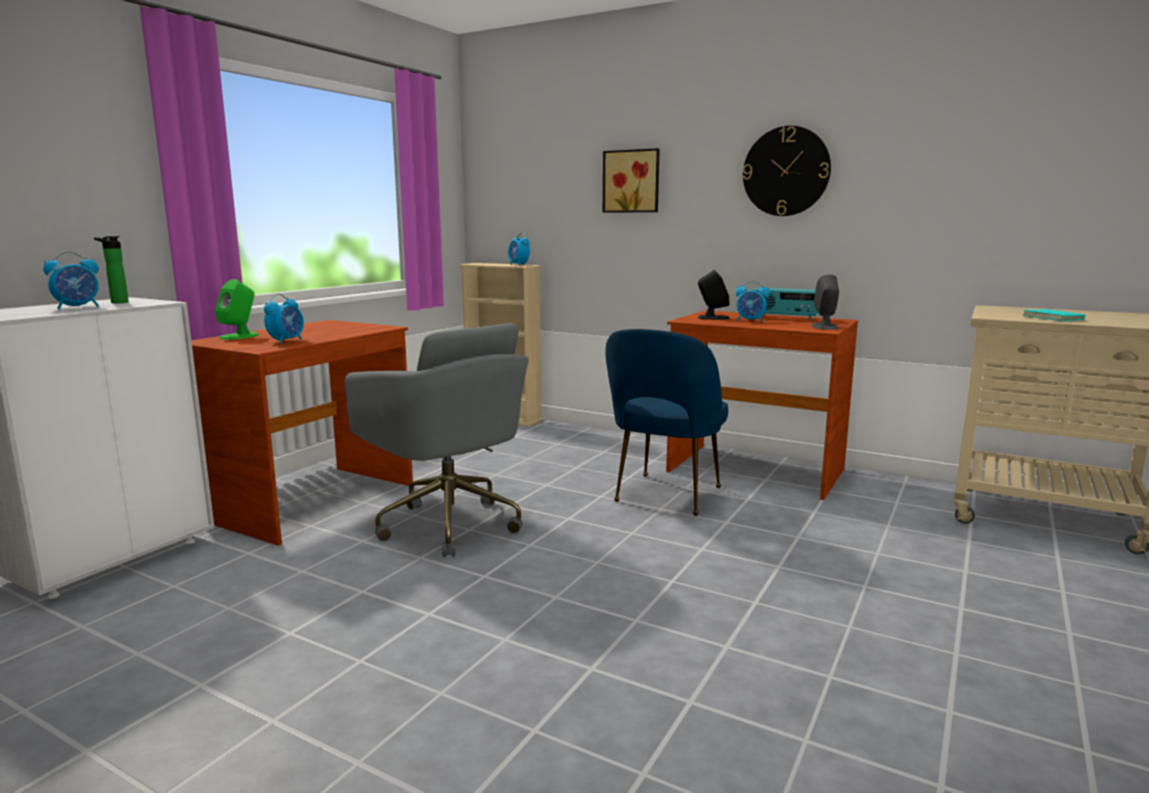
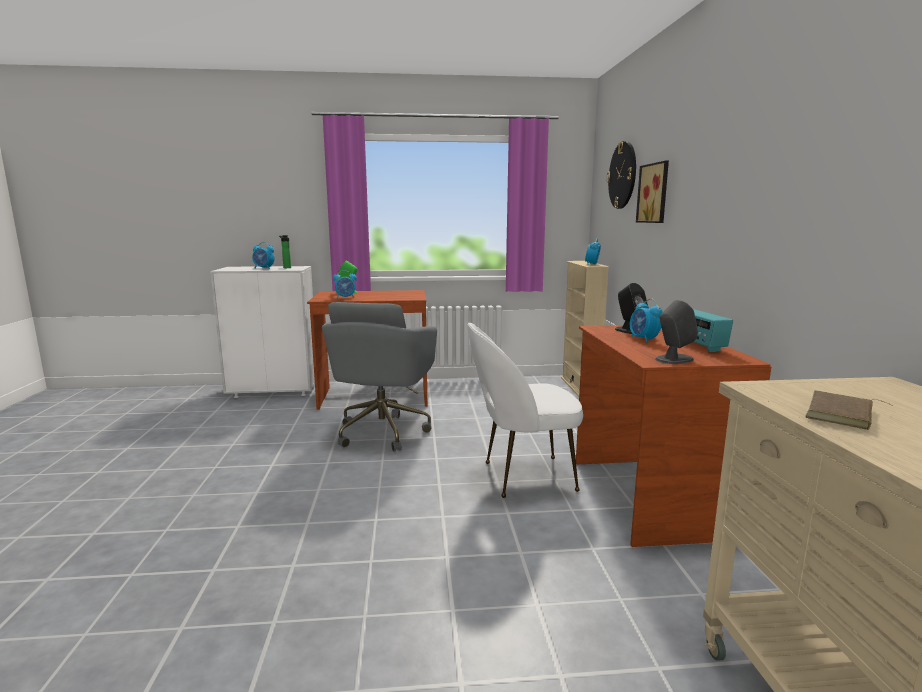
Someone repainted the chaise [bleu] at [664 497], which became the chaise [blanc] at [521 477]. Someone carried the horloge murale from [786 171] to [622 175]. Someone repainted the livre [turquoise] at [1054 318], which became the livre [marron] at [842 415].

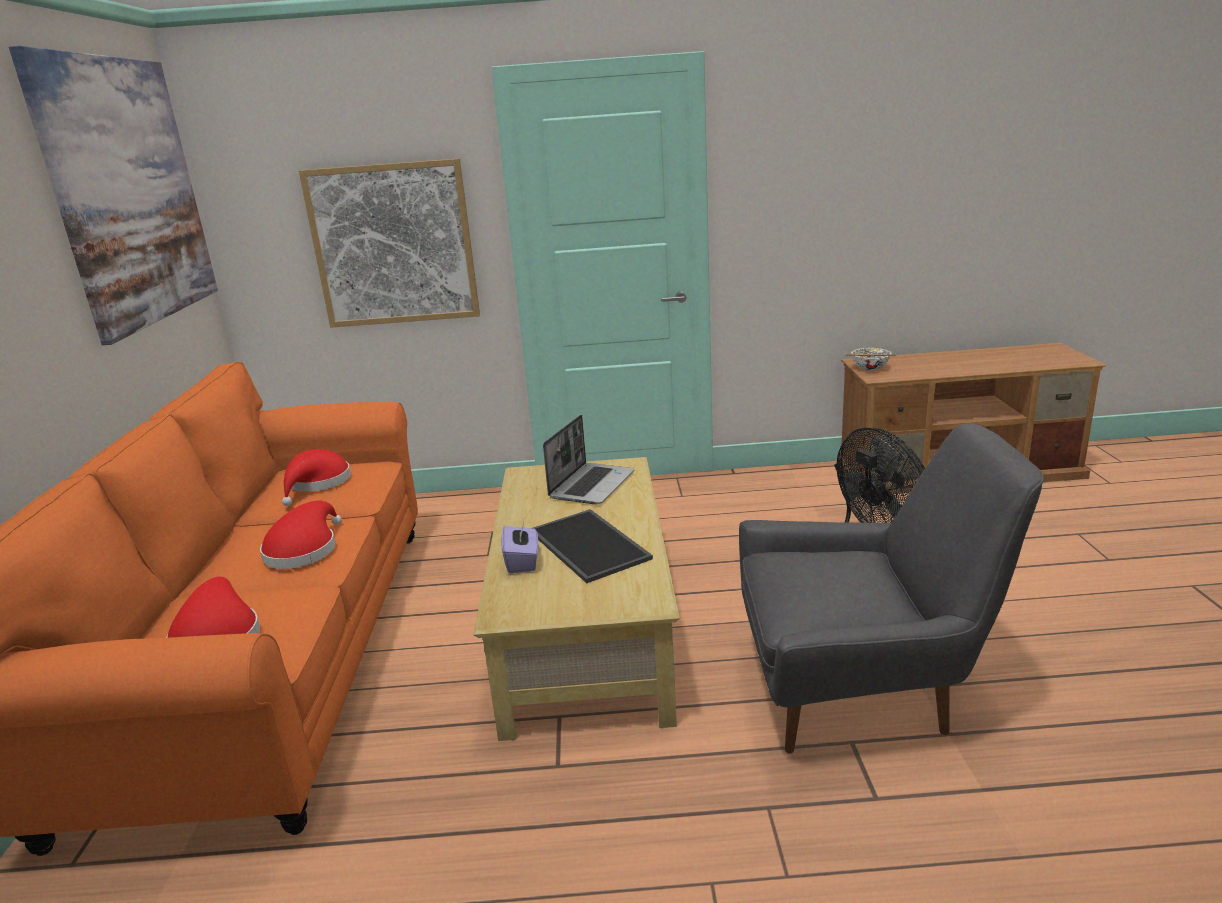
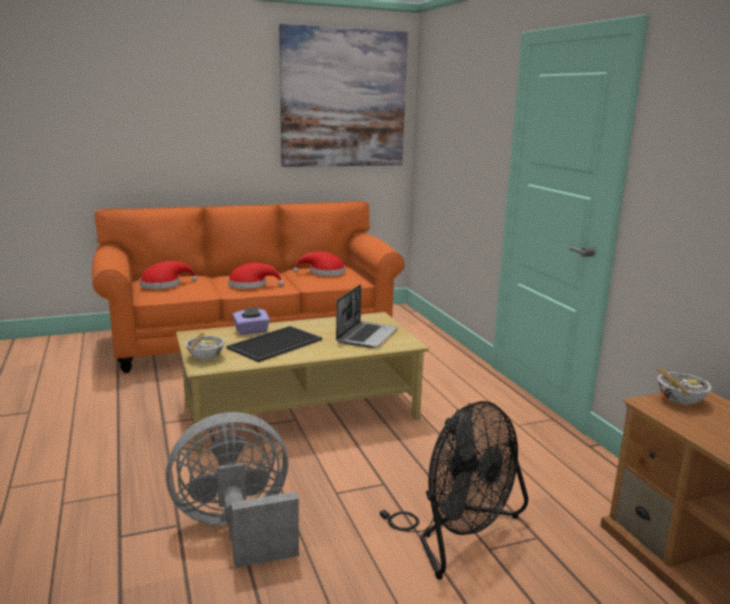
Someone took away the tableau at [393 245]. Someone rotated the ordinateur portable at [591 485] by 75 degrees counterclockwise. Someone swapped the fauteuil [gris] at [860 692] for the ventilateur [gris] at [237 529]. Someone put down the bol at [205 357].

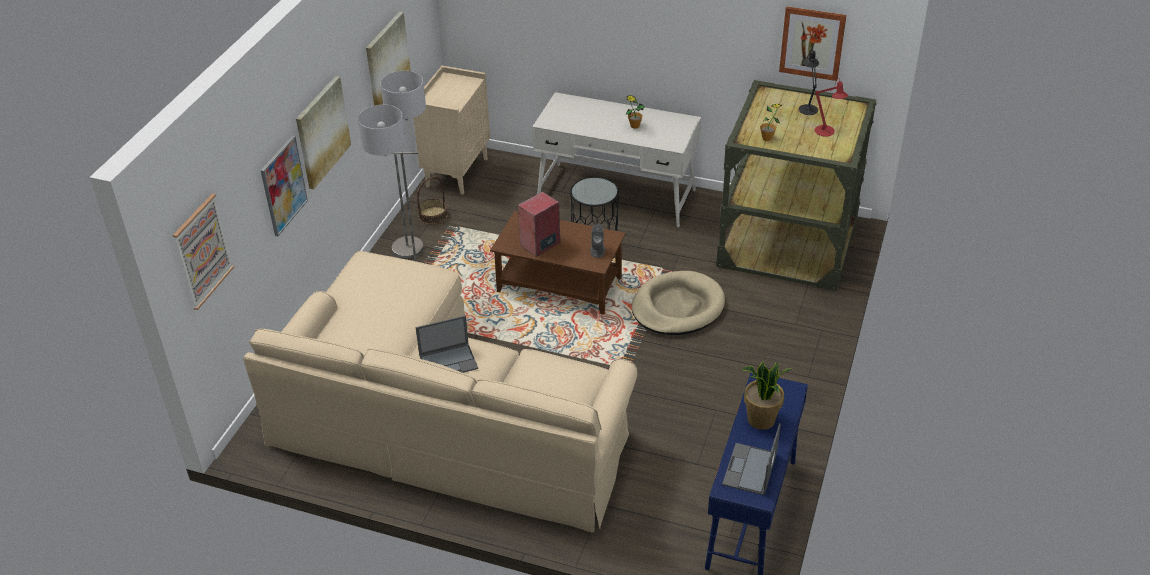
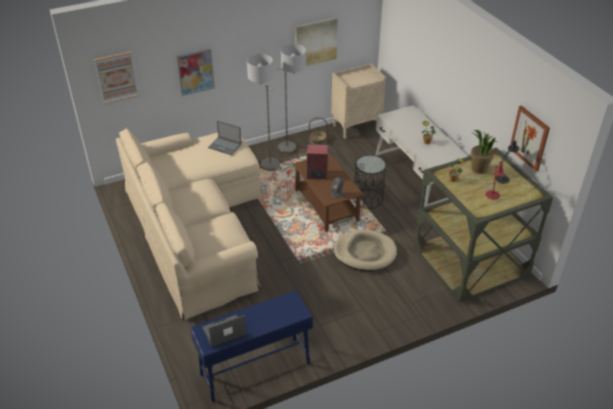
Someone took away the tableau at [322 132]. Someone carried the ordinateur portable from [449 362] to [225 146]. Someone carried the plante en pot from [761 420] to [478 169].

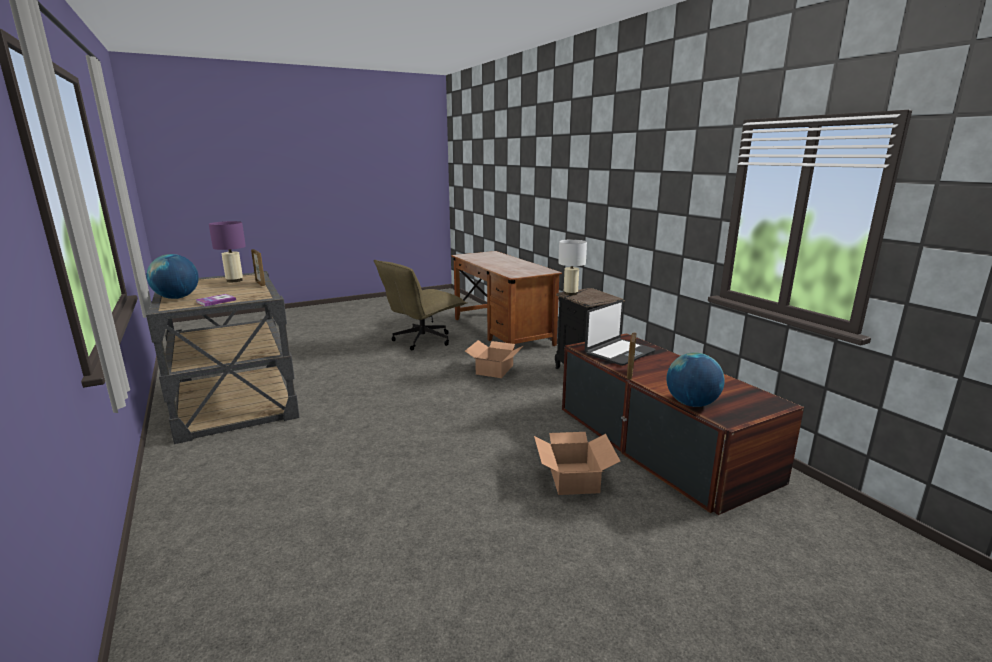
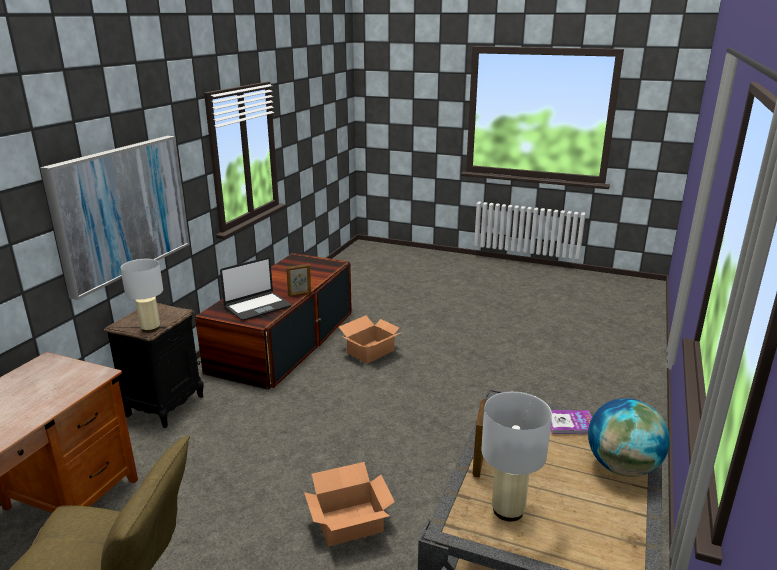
Someone repainted the lampe de table [violet] at [235 280], which became the lampe de table [blanc] at [507 511]. Someone carried the carton from [495 369] to [348 523]. Someone rotated the ordinateur portable at [619 352] by 135 degrees clockwise. Someone took away the globe at [691 404]. Someone put up the tableau at [121 211].

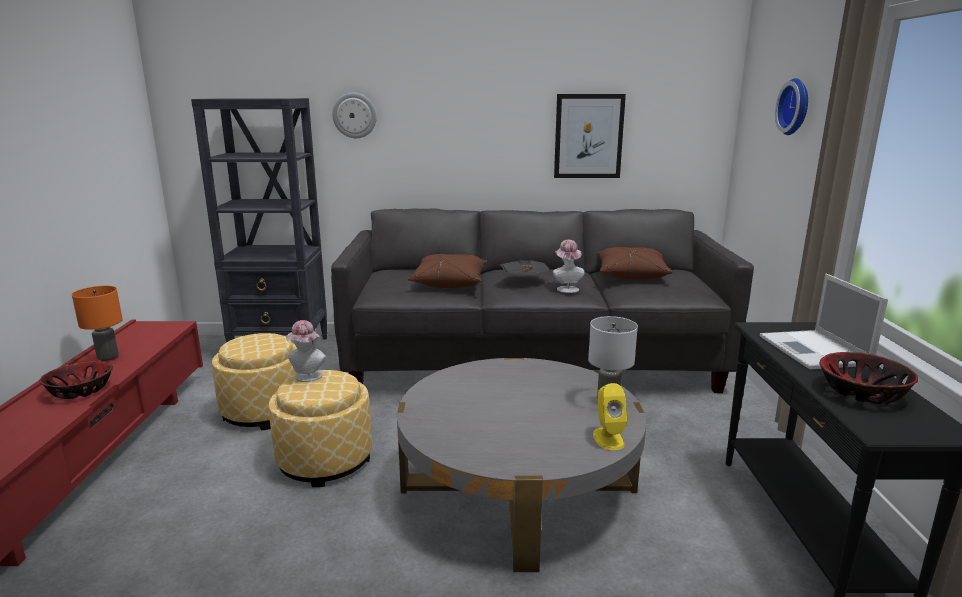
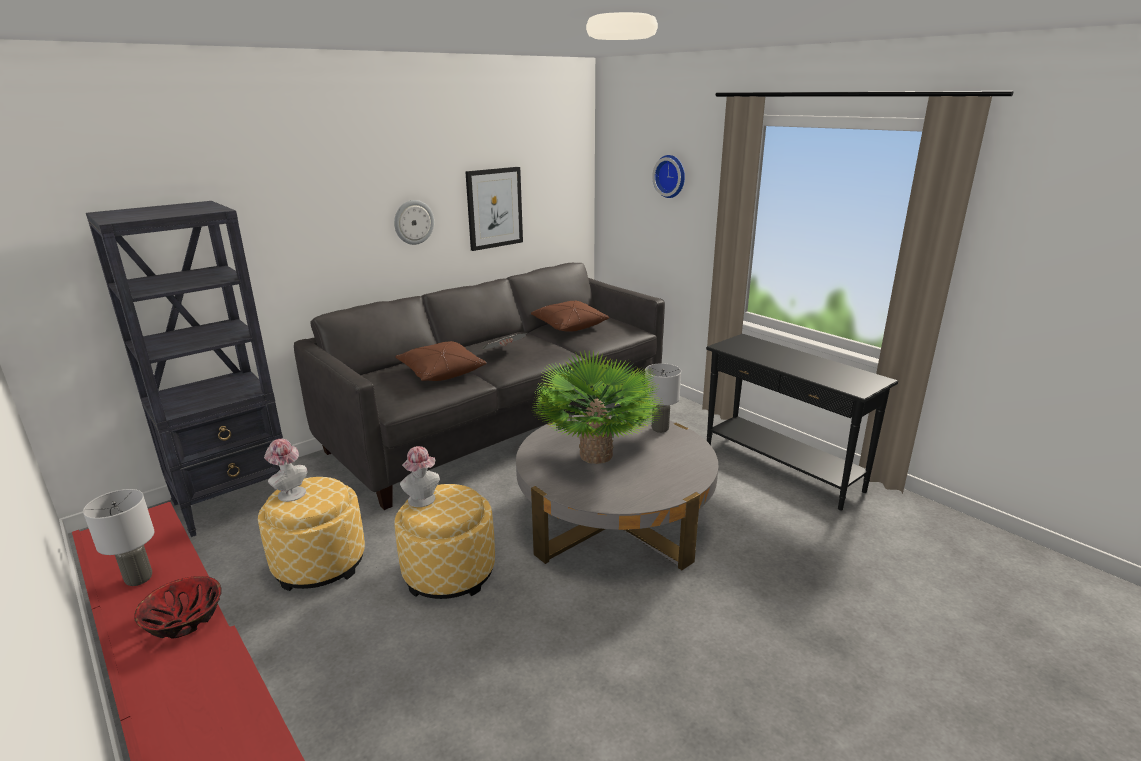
Someone repainted the lampe de table [orange] at [109 358], which became the lampe de table [blanc] at [141 578]. Someone carried the horloge murale from [354 115] to [413 222]. Someone carried the chapeau from [566 288] to [289 492]. Someone took away the enceinte [jaune] at [608 438]. Someone took away the ordinateur portable at [815 351]. Someone took away the bol at [862 392]. Someone put down the plante en pot at [596 455].

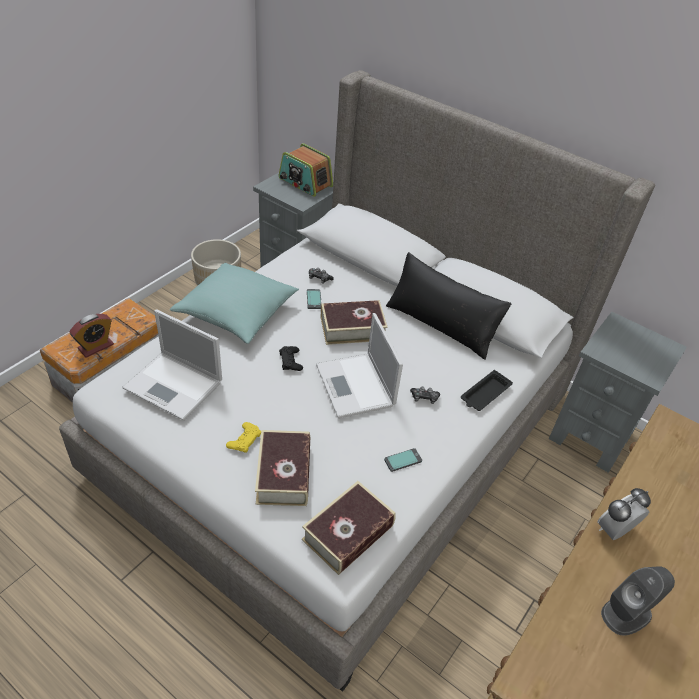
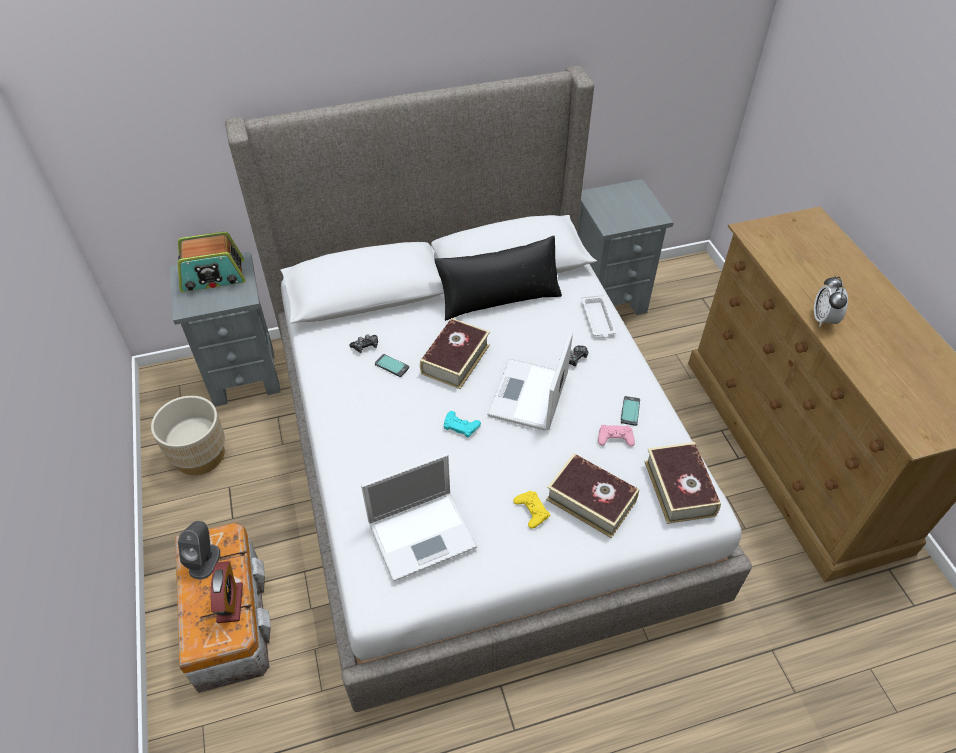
Someone took away the coussin [turquoise] at [236 313]. Someone repainted the manette [noir] at [290 361], which became the manette [turquoise] at [461 426]. Someone rotated the ordinateur portable at [355 386] by 90 degrees clockwise. Someone repainted the plateau [noir] at [484 394], which became the plateau [blanc] at [598 319]. Someone carried the enceinte [gris] from [627 613] to [204 560]. Someone put down the manette [rose] at [615 438].

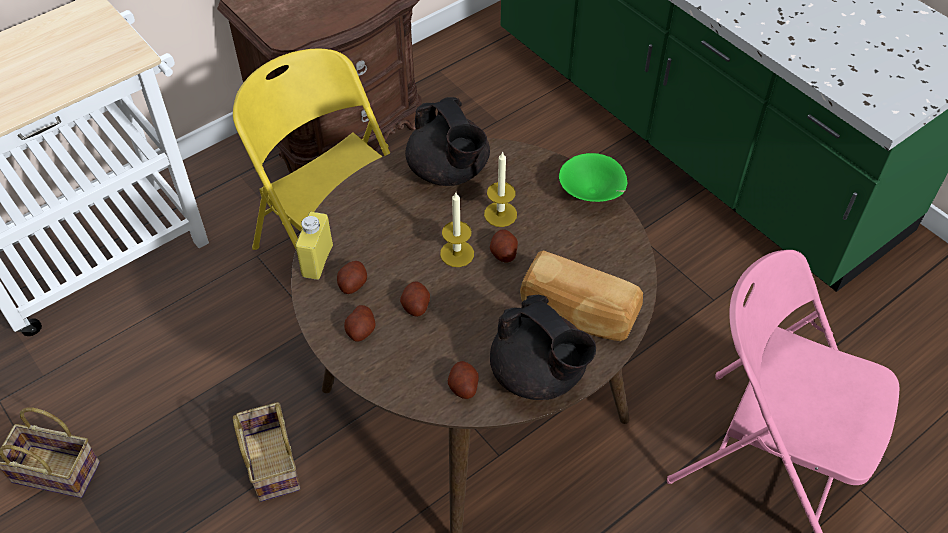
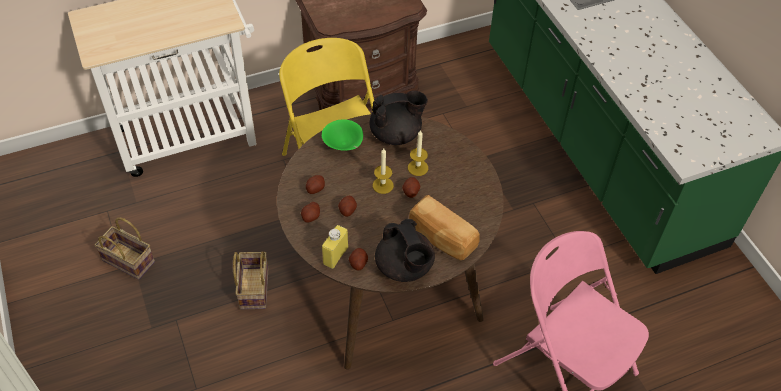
Someone carried the bouteille [jaune] from [317 261] to [335 256]. Someone rotated the théière [noir] at [449 171] by 90 degrees counterclockwise. Someone carried the bol [vert] from [592 194] to [343 145].

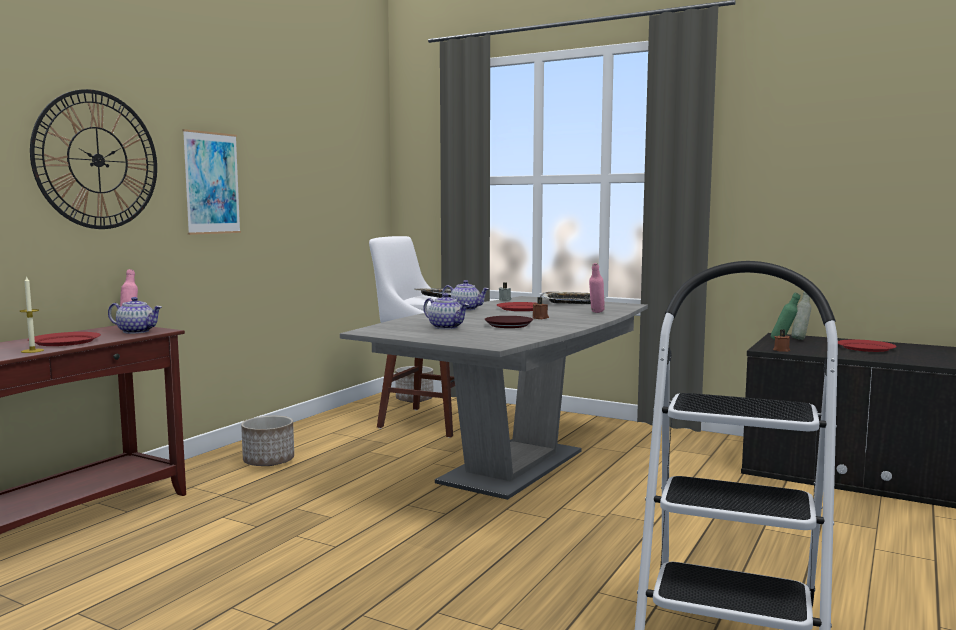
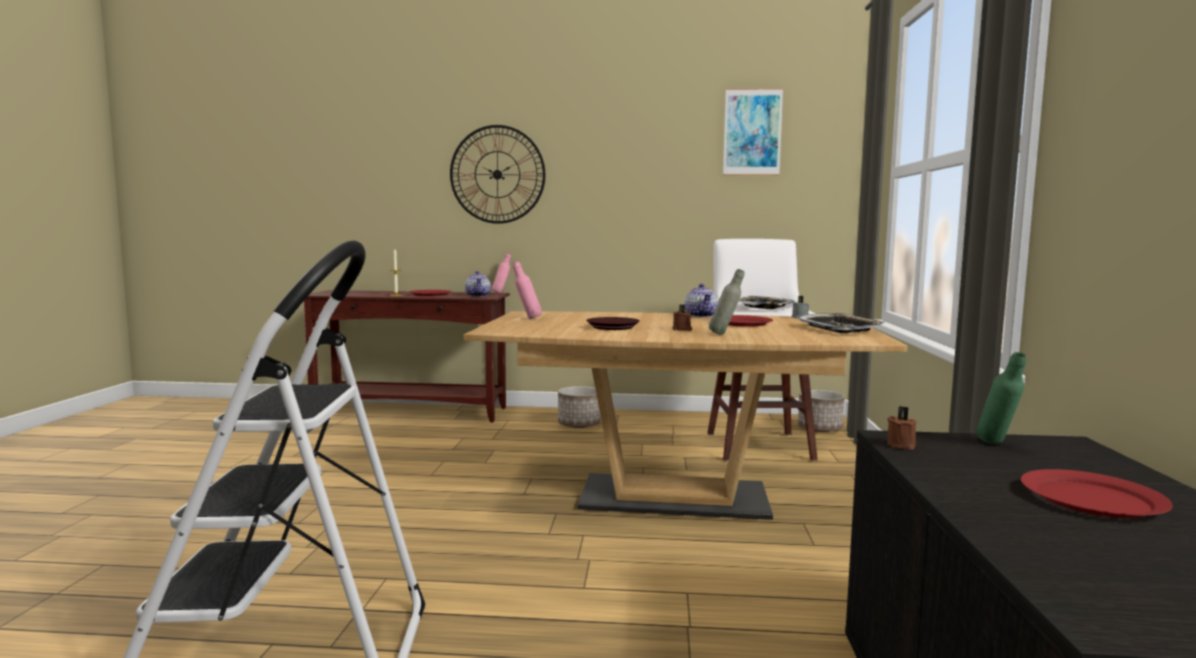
Someone carried the tableau from [212 183] to [752 132]. Someone repainted the table à manger [gris] at [512 467], which became the table à manger [marron] at [674 497]. Someone took away the théière at [446 327]. Someone carried the bouteille [rose] from [596 313] to [527 318]. Someone carried the bouteille [gris] from [800 339] to [725 334].

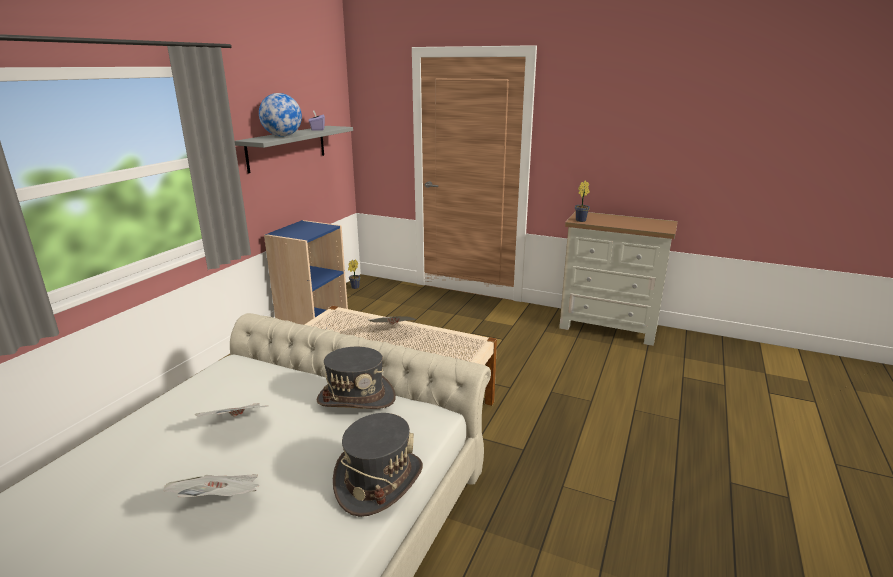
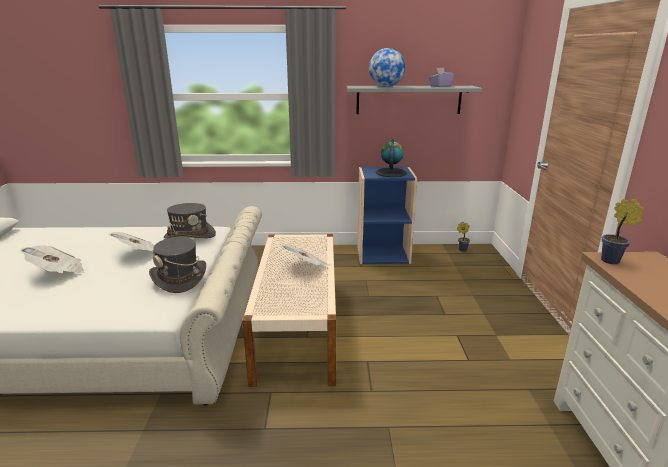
Someone carried the chapeau [gris] from [378 480] to [190 235]. Someone put down the globe at [391 173].

